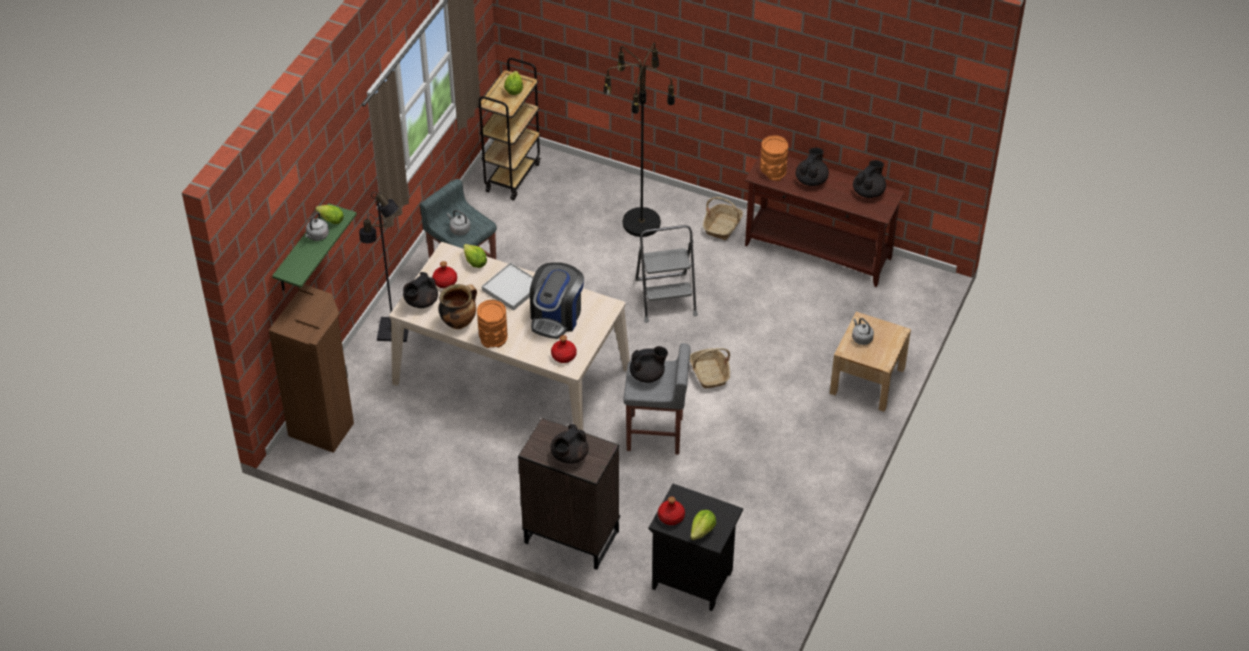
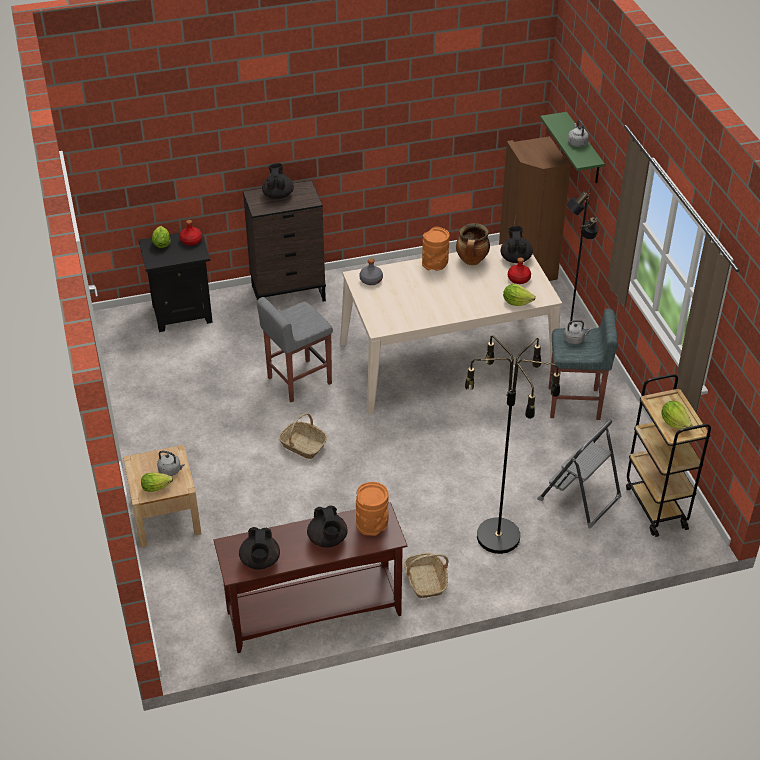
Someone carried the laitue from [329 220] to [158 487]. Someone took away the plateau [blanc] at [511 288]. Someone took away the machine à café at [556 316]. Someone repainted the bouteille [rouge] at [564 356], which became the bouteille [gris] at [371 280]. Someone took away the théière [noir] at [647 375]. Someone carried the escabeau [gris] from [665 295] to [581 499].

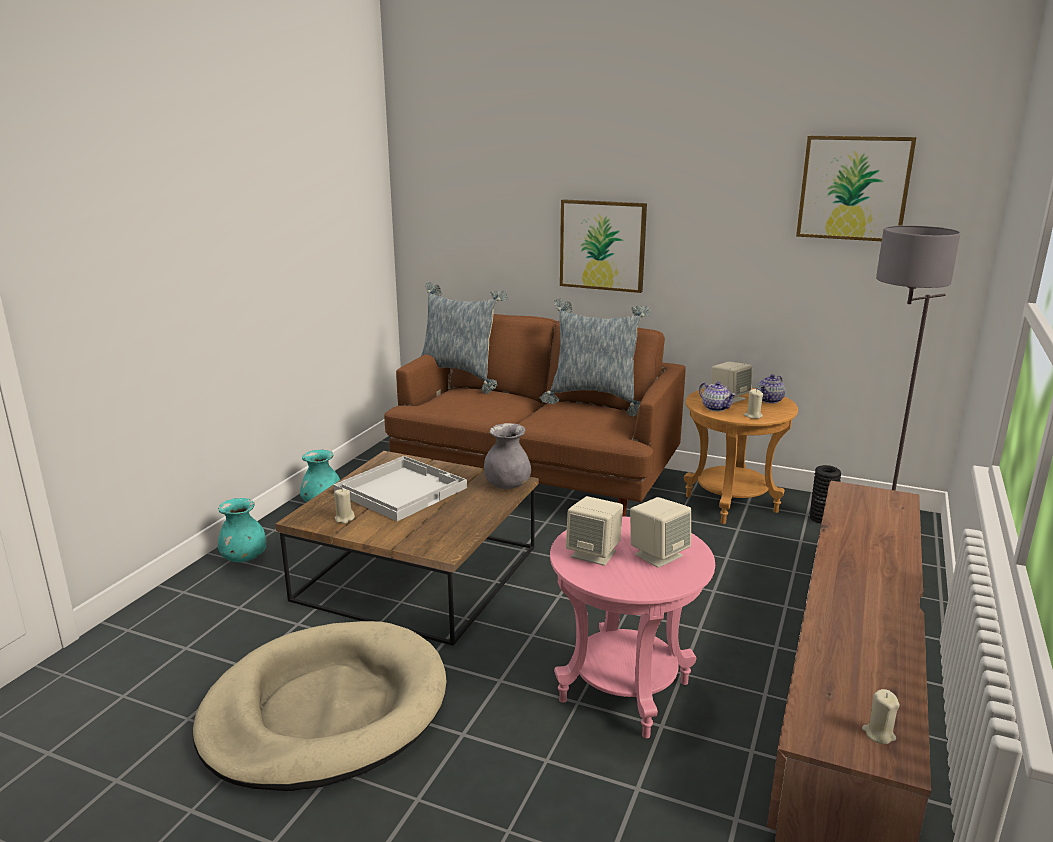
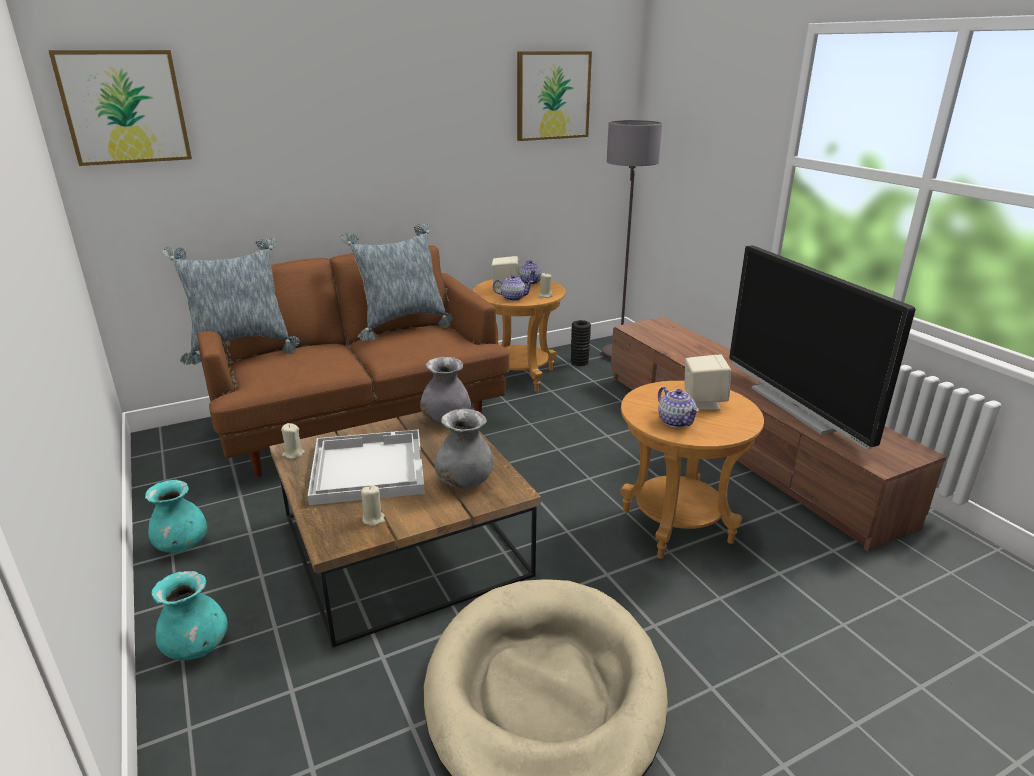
Someone repainted the table d'appoint [rose] at [624 691], which became the table d'appoint [marron] at [676 526]. Someone carried the tableau from [602 245] to [124 107]. Someone swapped the enceinte [beige] at [594 554] for the théière at [675 421]. Someone carried the bougie [beige] from [878 734] to [293 454]. Someone put down the vase [gris] at [464 482]. Someone put down the téléviseur at [797 407].

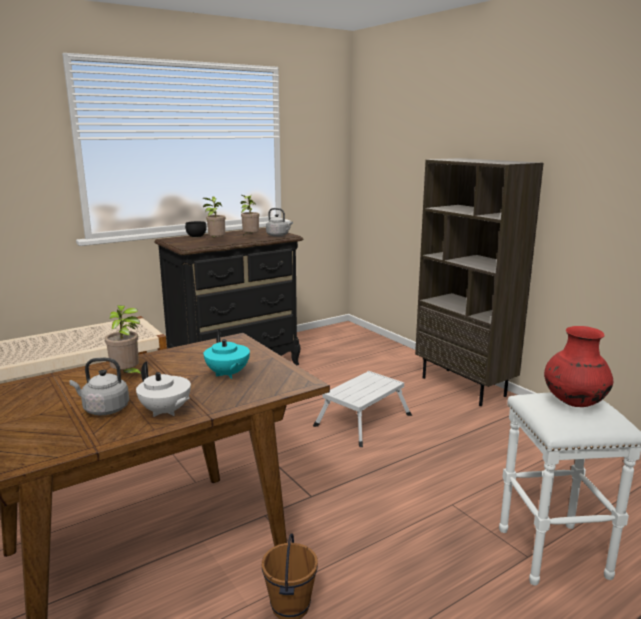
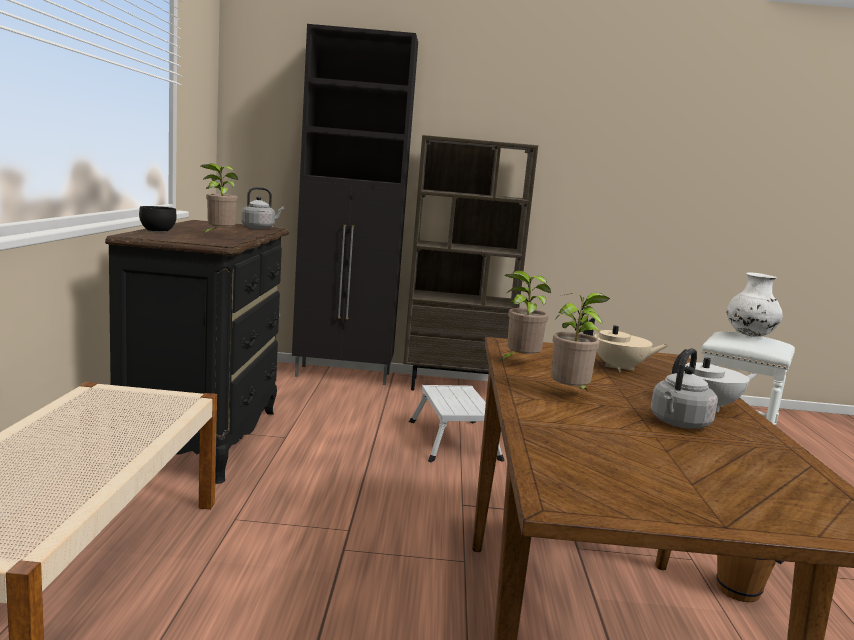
Someone repainted the théière [turquoise] at [227 374], which became the théière [beige] at [619 368]. Someone carried the plante en pot from [250 237] to [519 362]. Someone repainted the vase [rouge] at [573 403], which became the vase [blanc] at [749 335]. Someone put down the meuble de rangement [noir] at [344 375].

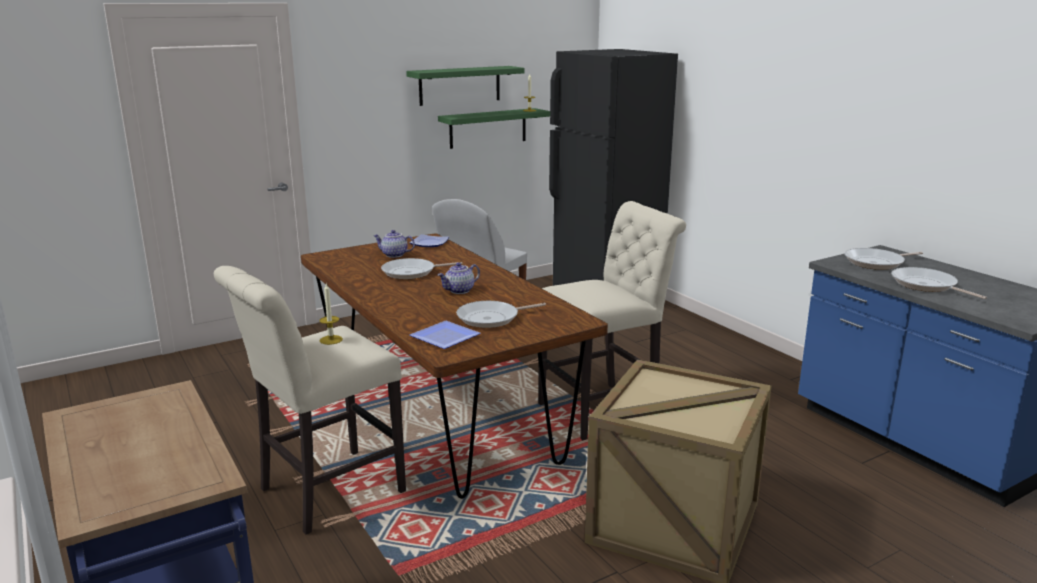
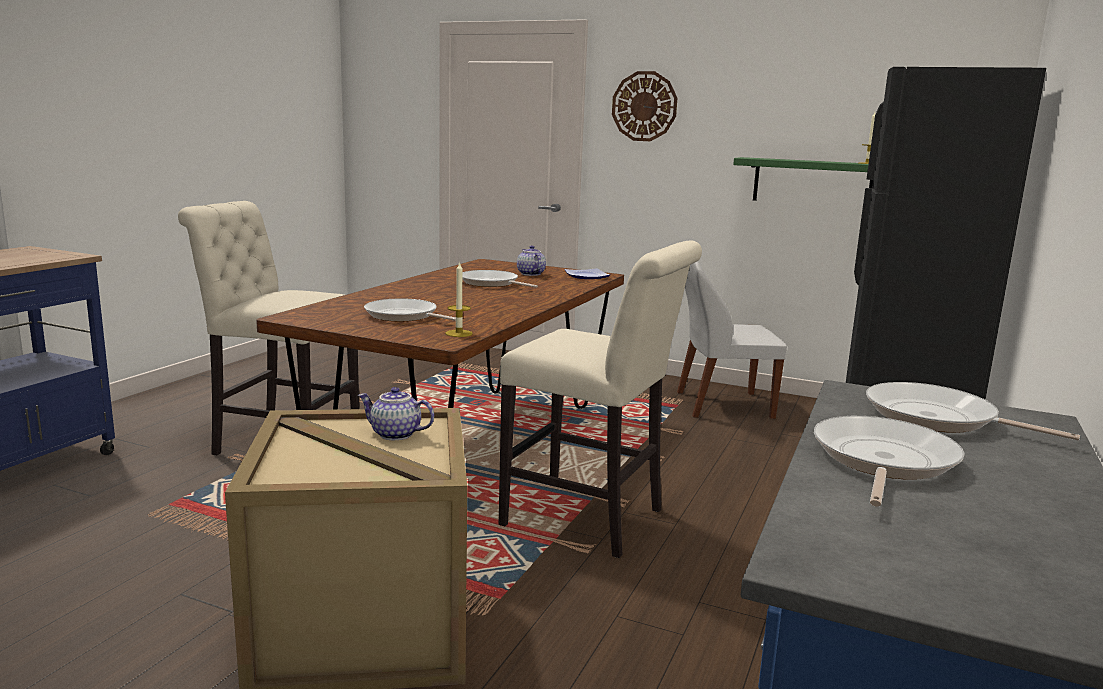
Someone carried the bougie from [331 340] to [459 333]. Someone took away the étagère [vert] at [460 85]. Someone took away the assiette at [442 337]. Someone carried the théière from [459 291] to [394 434]. Someone put up the horloge murale at [644 106].

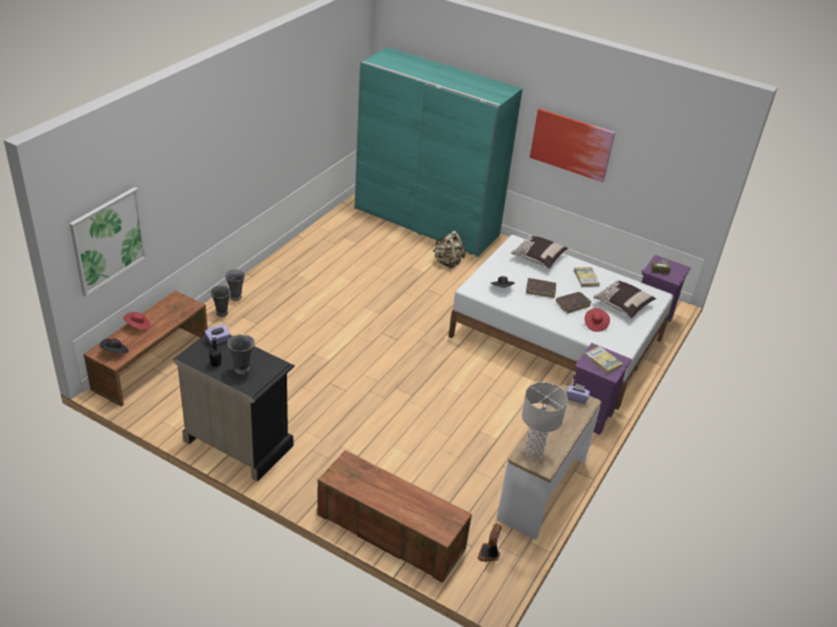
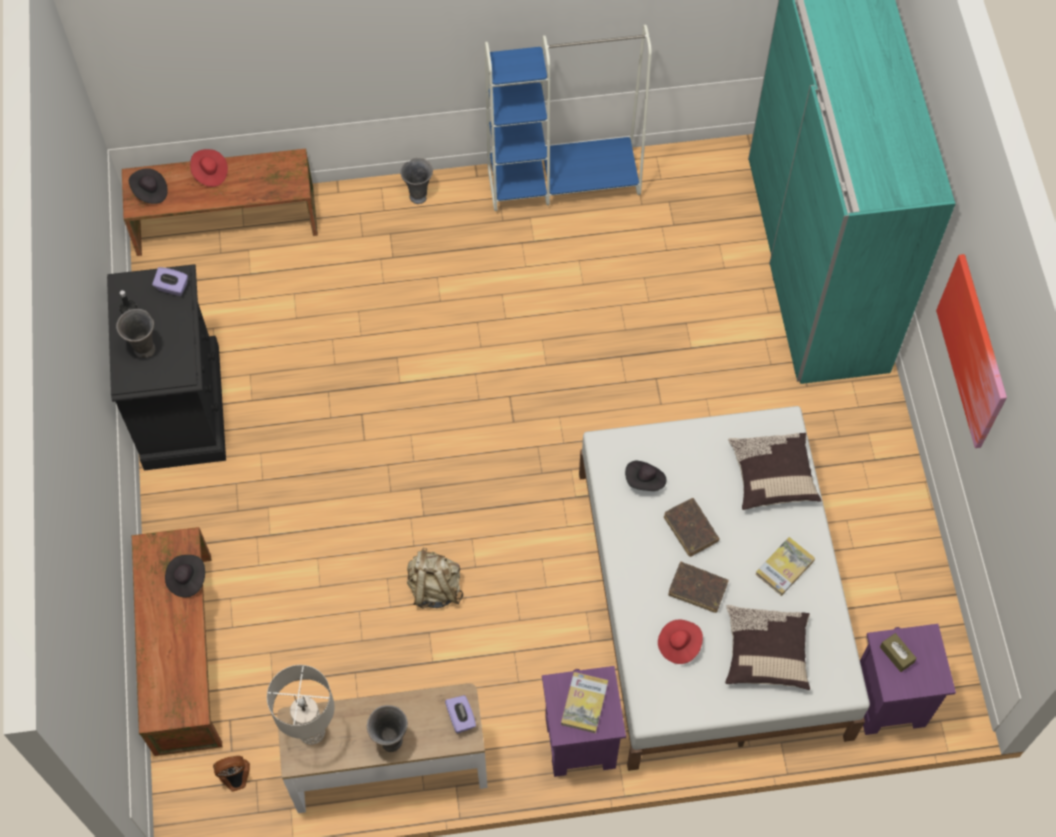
Someone took away the tableau at [108 240]. Someone carried the vase [gris] from [222 313] to [391 741]. Someone carried the sac à dos [beige] from [447 262] to [434 588]. Someone put down the chapeau [noir] at [186 579]. Someone put down the portant [bleu] at [564 183].

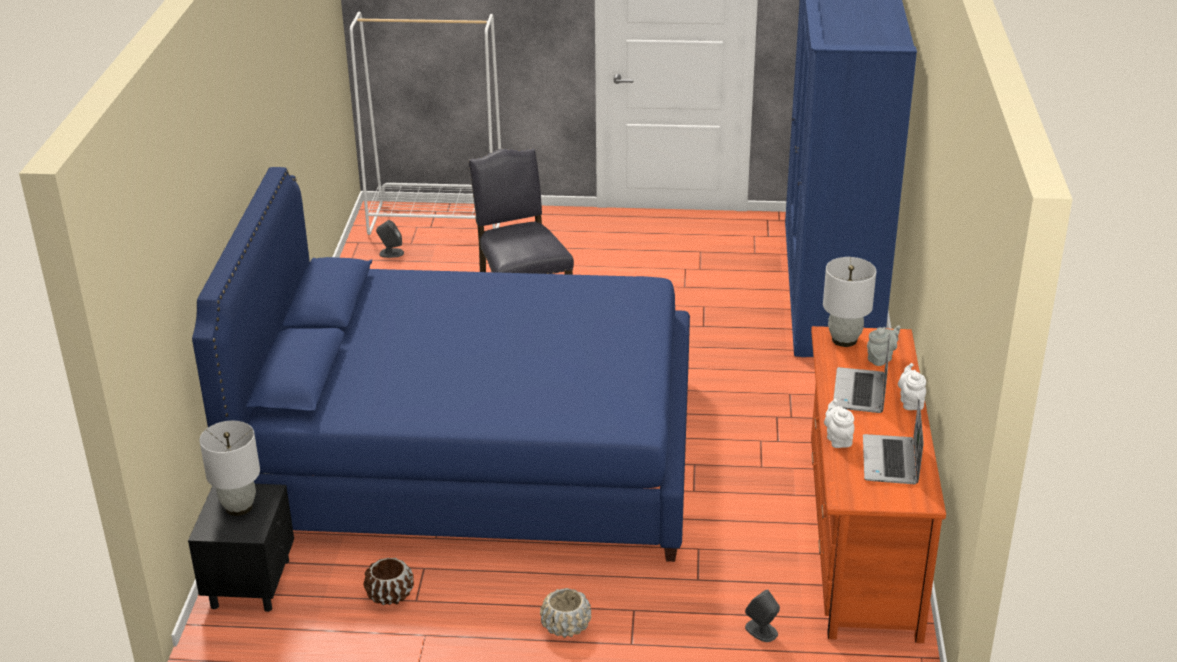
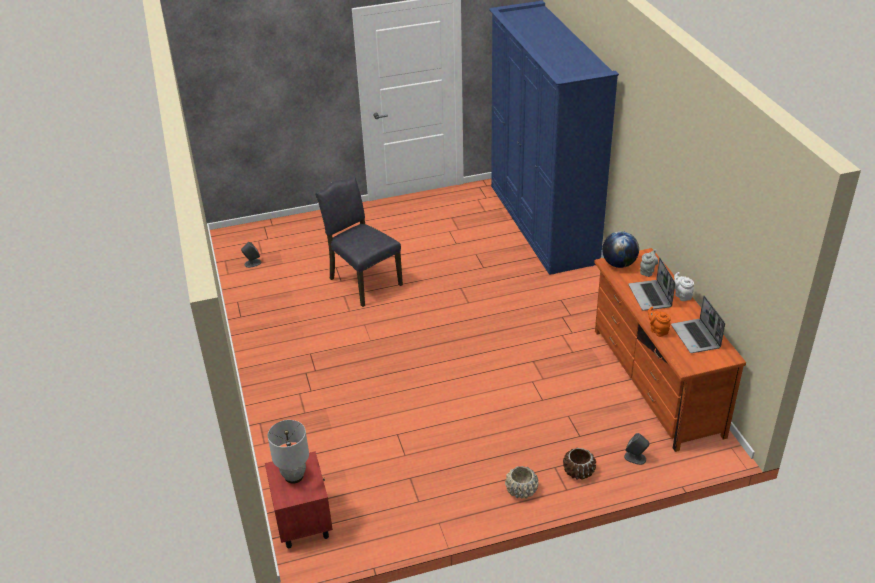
Someone repainted the table de chevet [noir] at [251 582], which became the table de chevet [rouge] at [303 521]. Someone took away the lit [bleu] at [474 456]. Someone took away the portant [blanc] at [437 221]. Someone carried the cache-pot [marron] from [390 595] to [578 472]. Someone swapped the lampe de table [blanc] at [844 340] for the globe at [619 264]. Someone repainted the théière [blanc] at [838 439], which became the théière [orange] at [658 330].

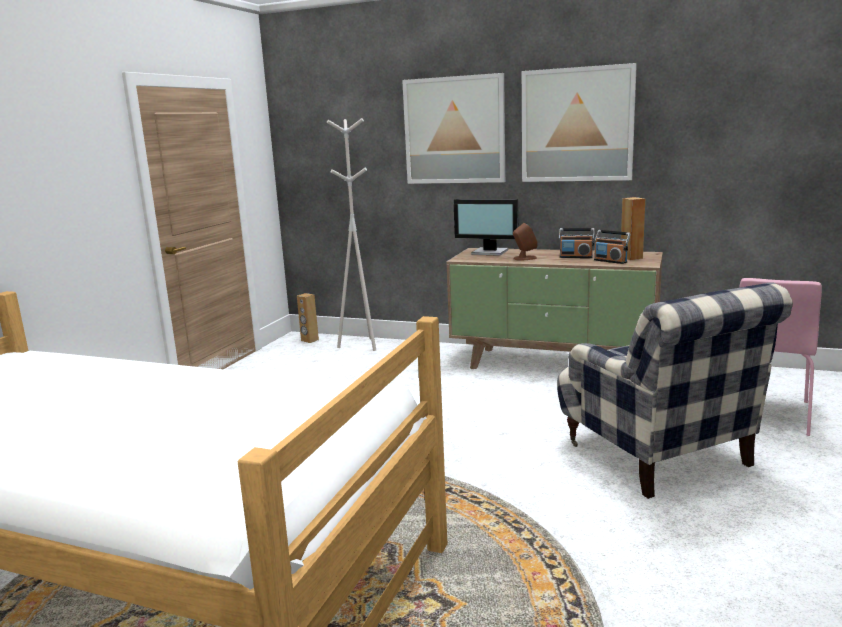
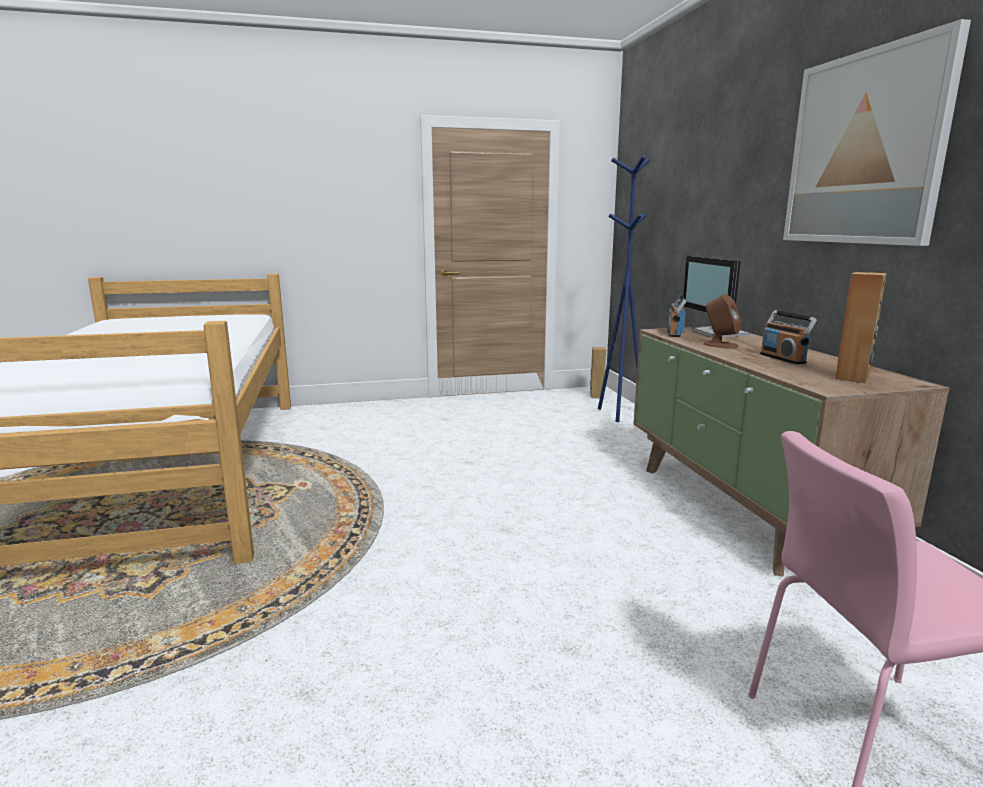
Someone repainted the portant [gris] at [361 345], which became the portant [bleu] at [619 414]. Someone took away the tableau at [454 130]. Someone took away the fauteuil at [658 455]. Someone carried the radio from [610 261] to [674 333].

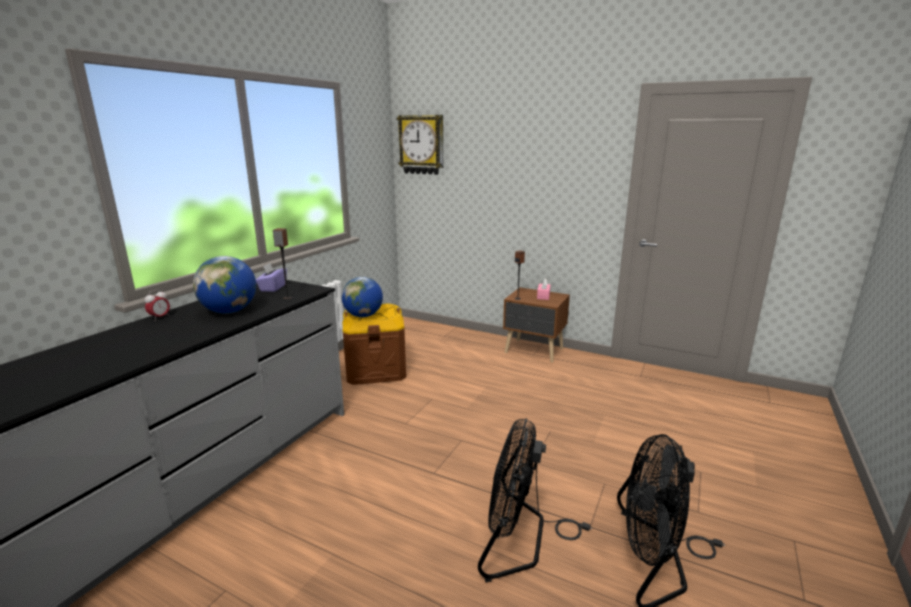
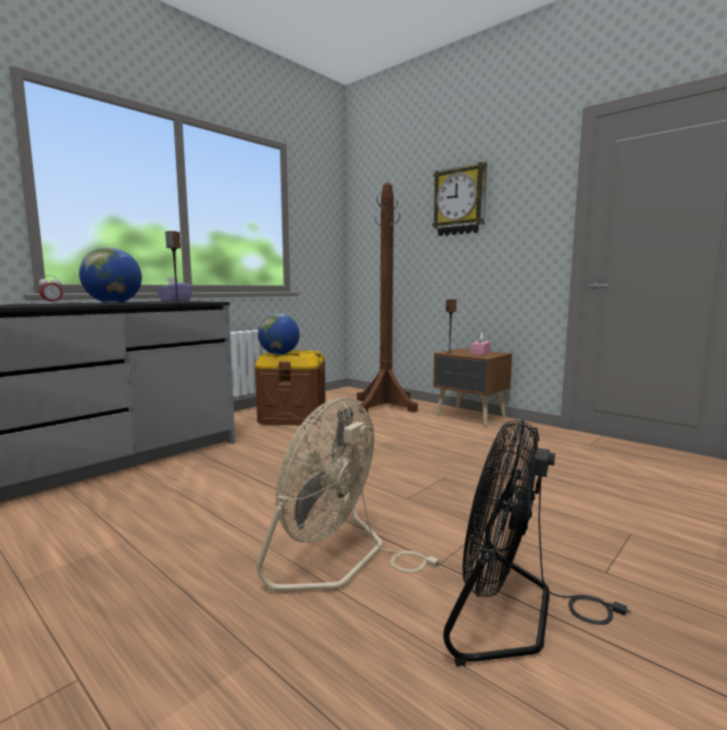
Someone carried the horloge murale from [421 145] to [460 201]. Someone repainted the ventilateur [noir] at [522 535], which became the ventilateur [beige] at [347 558]. Someone put down the portant [marron] at [385 405].

